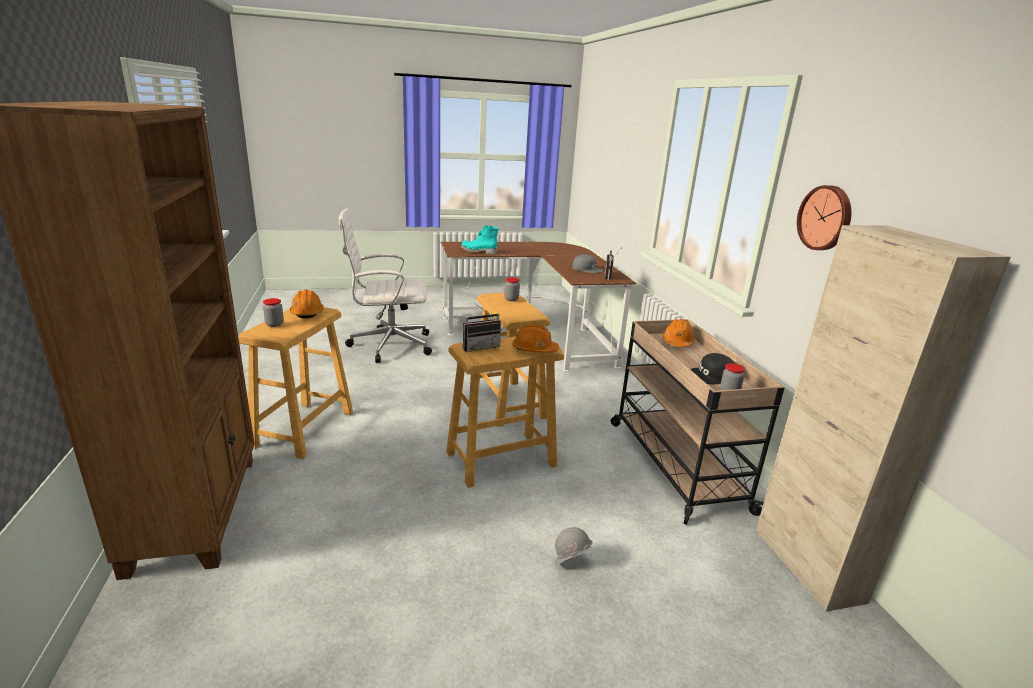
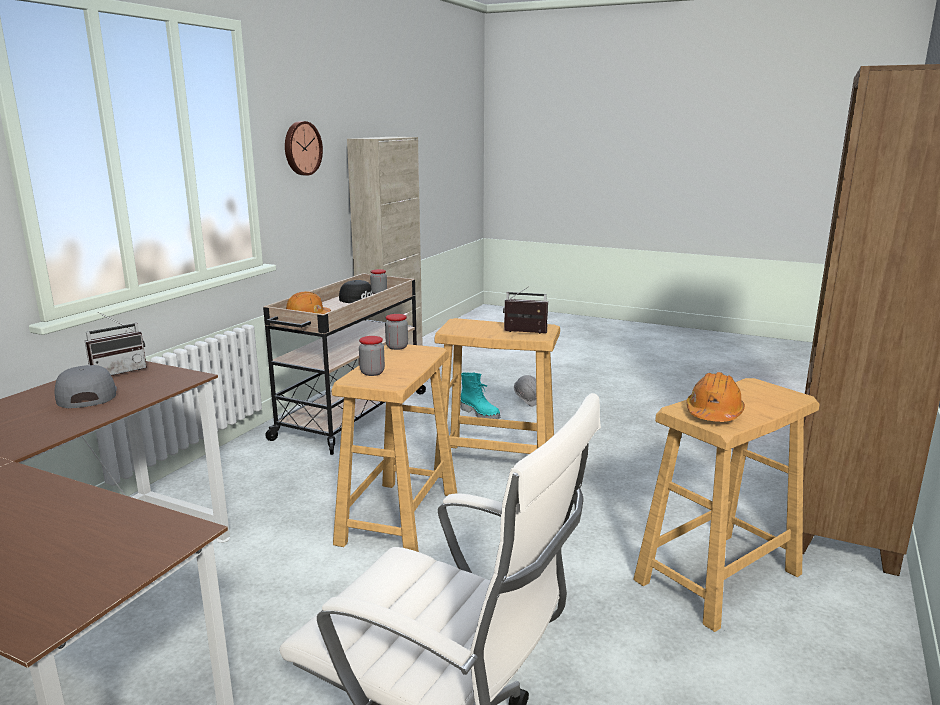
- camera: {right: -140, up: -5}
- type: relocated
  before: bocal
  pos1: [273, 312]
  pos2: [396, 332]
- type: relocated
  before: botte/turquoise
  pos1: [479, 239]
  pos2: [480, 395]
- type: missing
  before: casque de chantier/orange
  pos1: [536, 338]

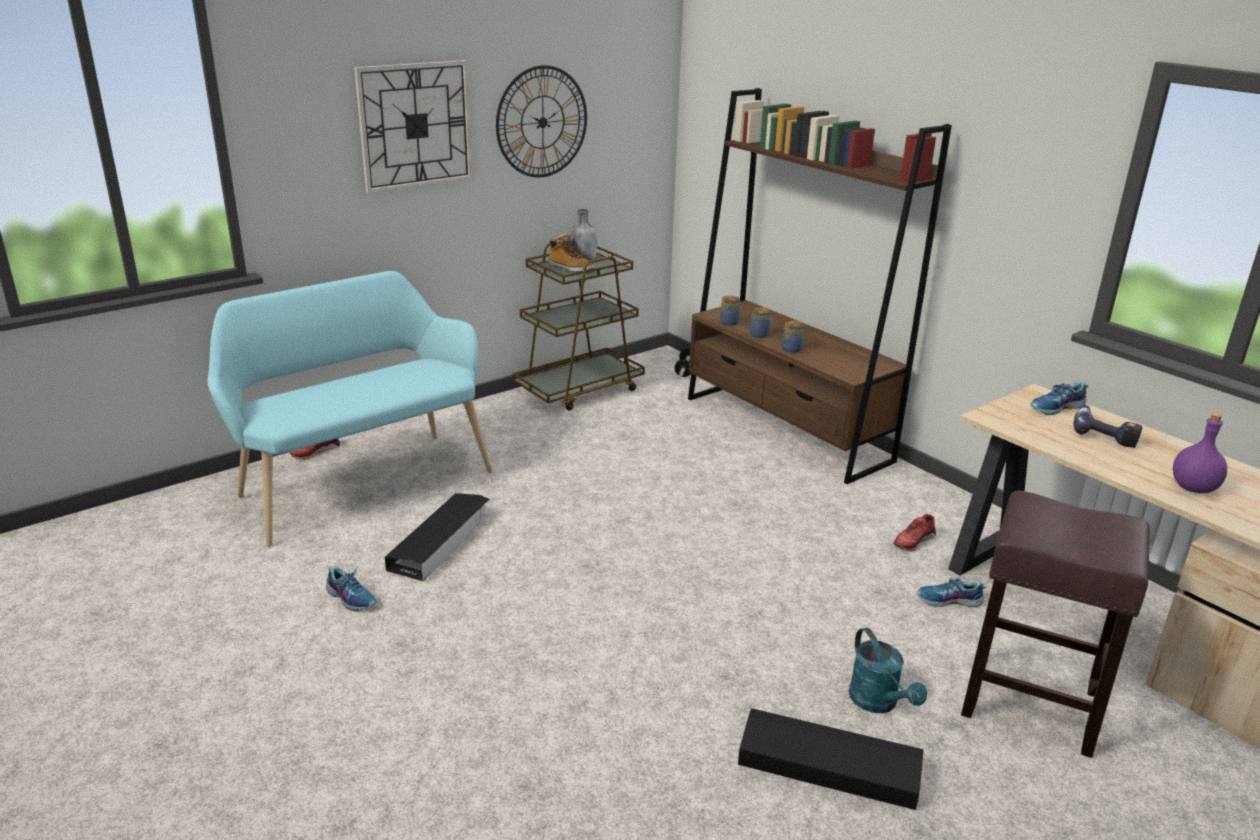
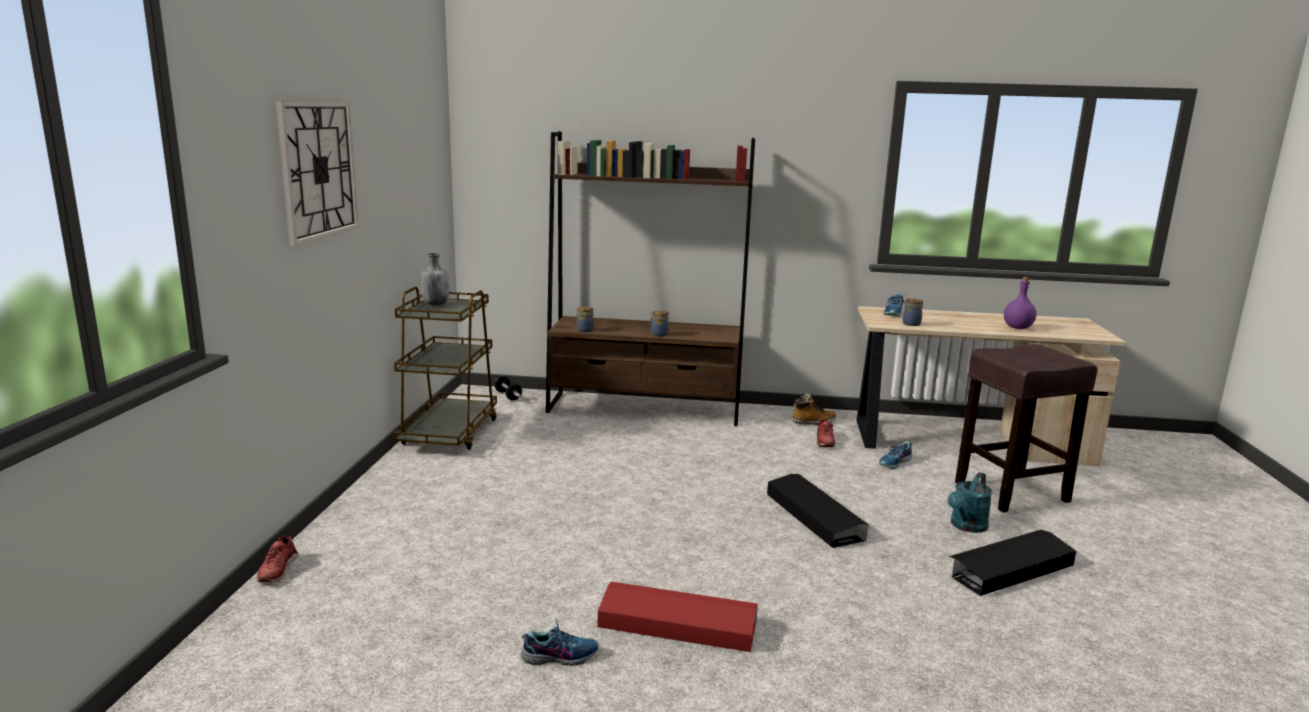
- camera: {right: -45, up: -10}
- type: missing
  before: banc/turquoise
  pos1: [349, 409]
- type: relocated
  before: boîte de rangement/noir
  pos1: [437, 537]
  pos2: [817, 511]
- type: missing
  before: horloge murale
  pos1: [541, 121]
- type: relocated
  before: botte
  pos1: [572, 253]
  pos2: [814, 409]
- type: relocated
  before: bocal
  pos1: [761, 322]
  pos2: [912, 312]
- type: spun
  before: arrosoir/turquoise
  pos1: [888, 670]
  pos2: [970, 502]
  turn: 105
- type: missing
  before: perceuse
  pos1: [1107, 426]
- type: appeared
  after: boîte de rangement/rouge
  pos2: [677, 616]

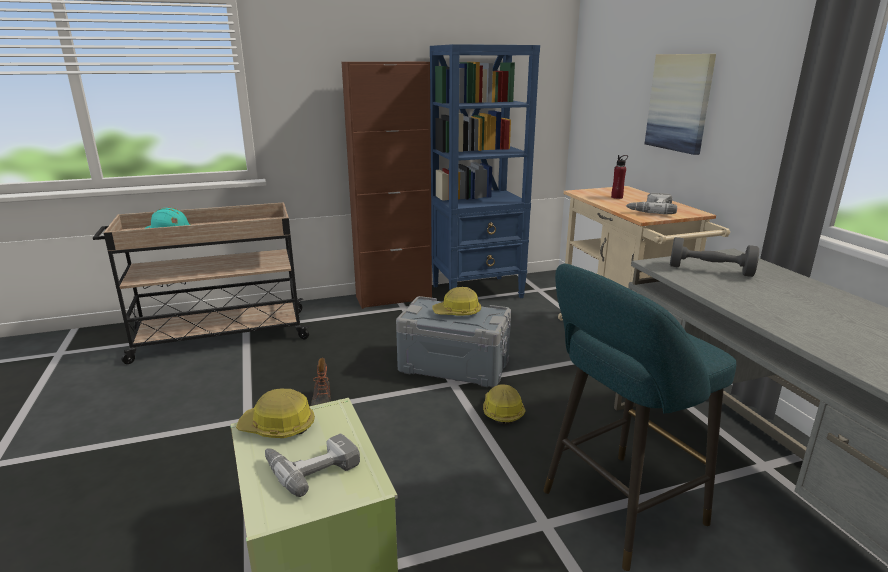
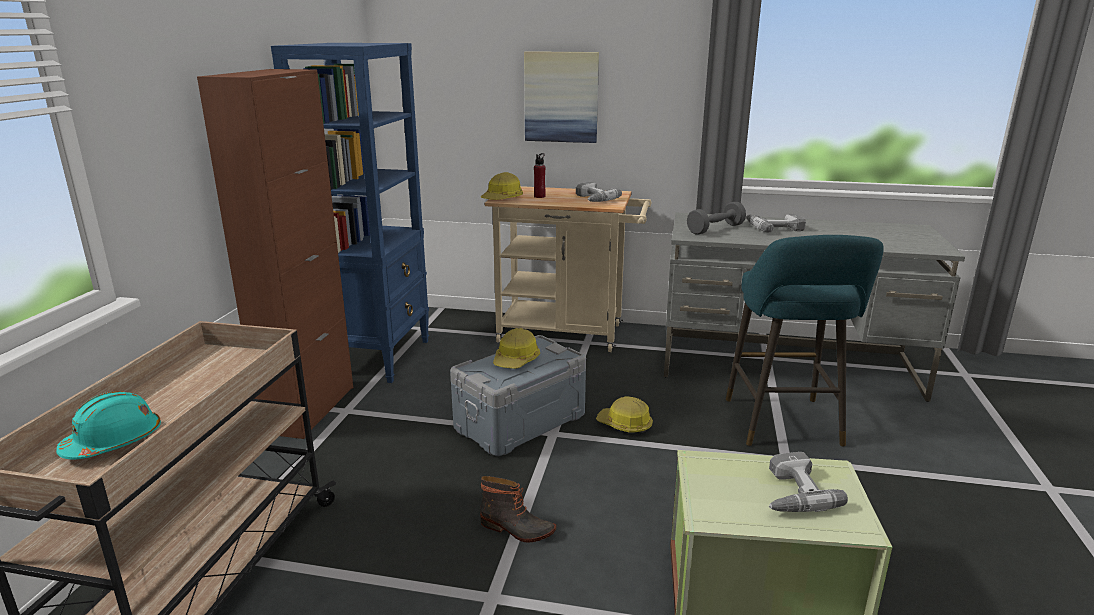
- camera: {right: -60, up: 0}
- type: relocated
  before: casque de chantier
  pos1: [275, 413]
  pos2: [502, 186]
- type: appeared
  after: perceuse
  pos2: [776, 223]

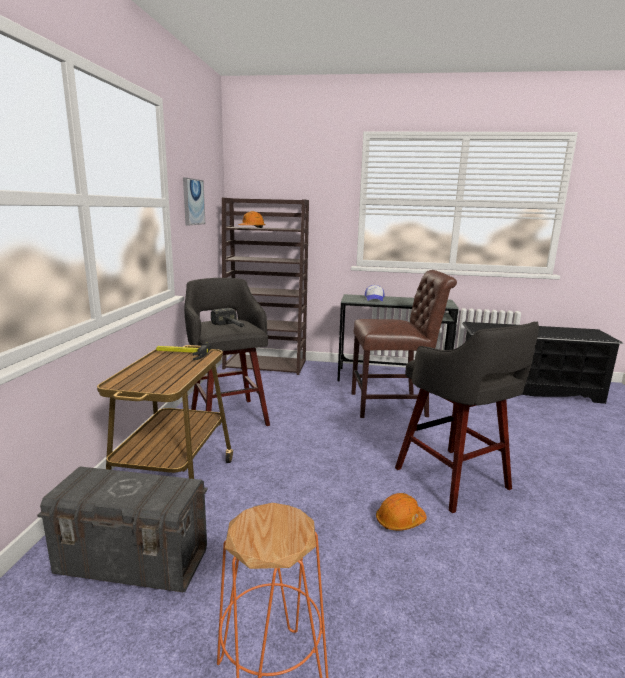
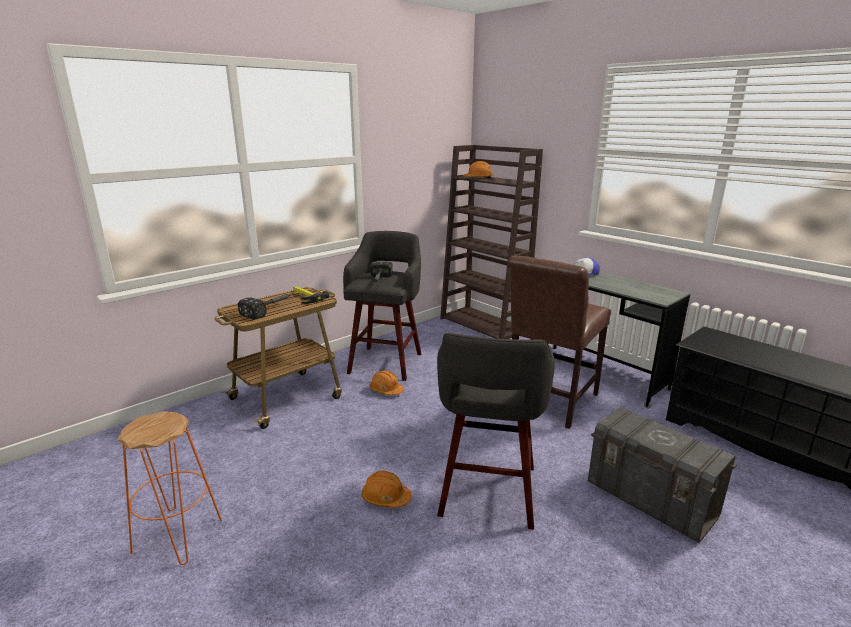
- camera: {right: 40, up: 5}
- type: relocated
  before: boîte de rangement/gris
  pos1: [122, 529]
  pos2: [662, 475]
- type: missing
  before: tableau
  pos1: [194, 201]
- type: spun
  before: chaise/marron
  pos1: [404, 344]
  pos2: [559, 342]
  turn: 90
- type: appeared
  after: marteau
  pos2: [264, 306]
- type: appeared
  after: casque de chantier/orange
  pos2: [386, 382]

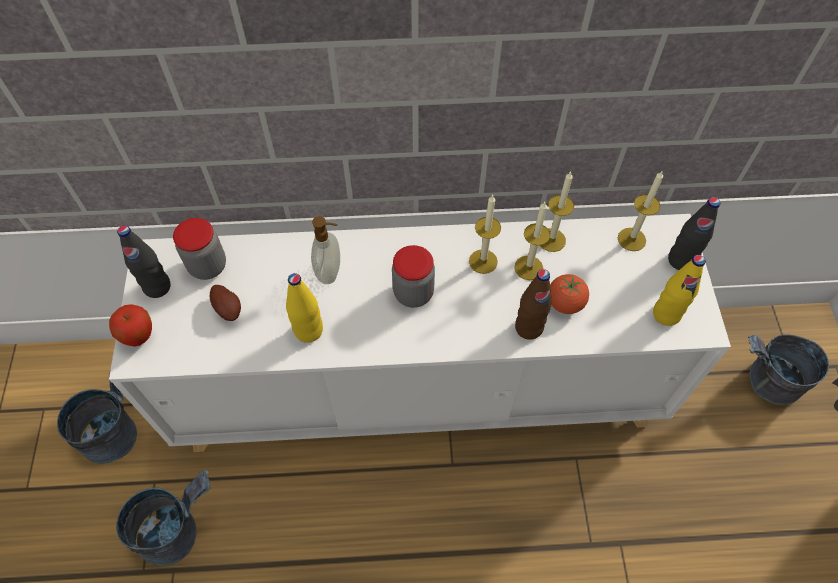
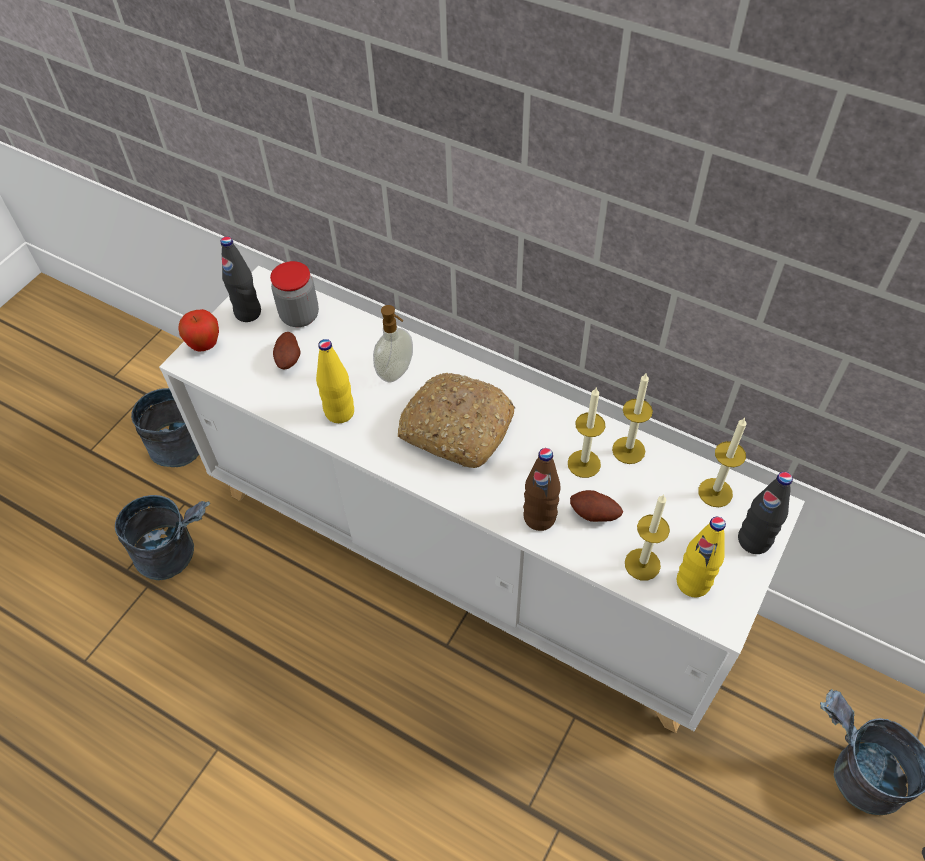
- camera: {right: 35, up: -5}
- type: exchanged
  before: bocal
  after: pain
  pos1: [413, 276]
  pos2: [456, 420]
- type: relocated
  before: bougie
  pos1: [485, 234]
  pos2: [647, 537]
- type: exchanged
  before: tomate
  after: pomme de terre
  pos1: [569, 294]
  pos2: [596, 506]

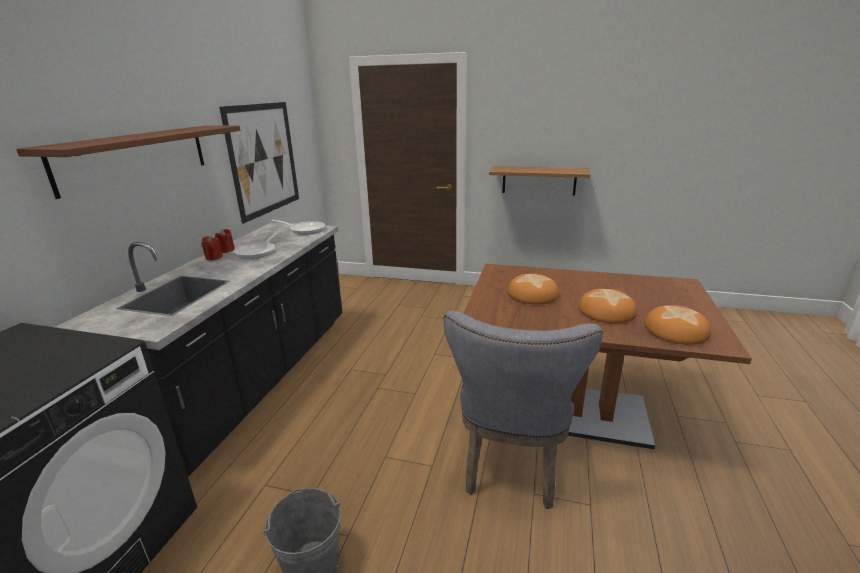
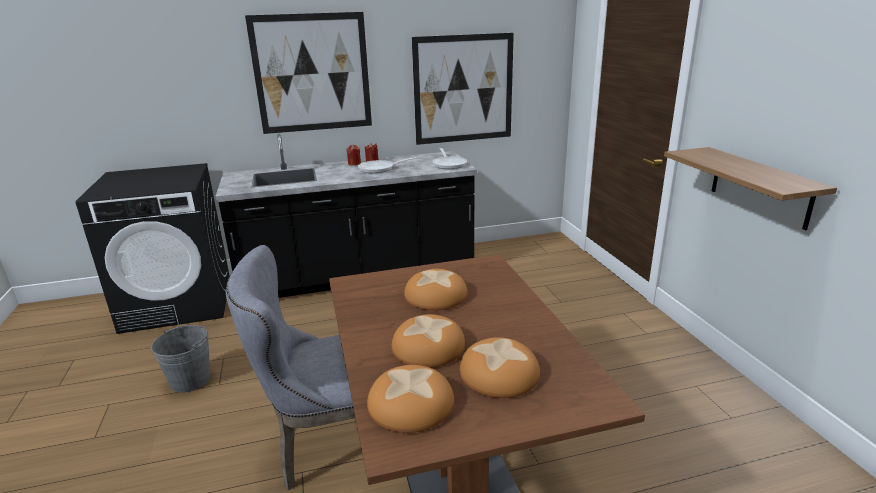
- camera: {right: 60, up: 0}
- type: exchanged
  before: étagère/marron
  after: tableau
  pos1: [128, 162]
  pos2: [308, 73]
- type: appeared
  after: pain
  pos2: [500, 367]

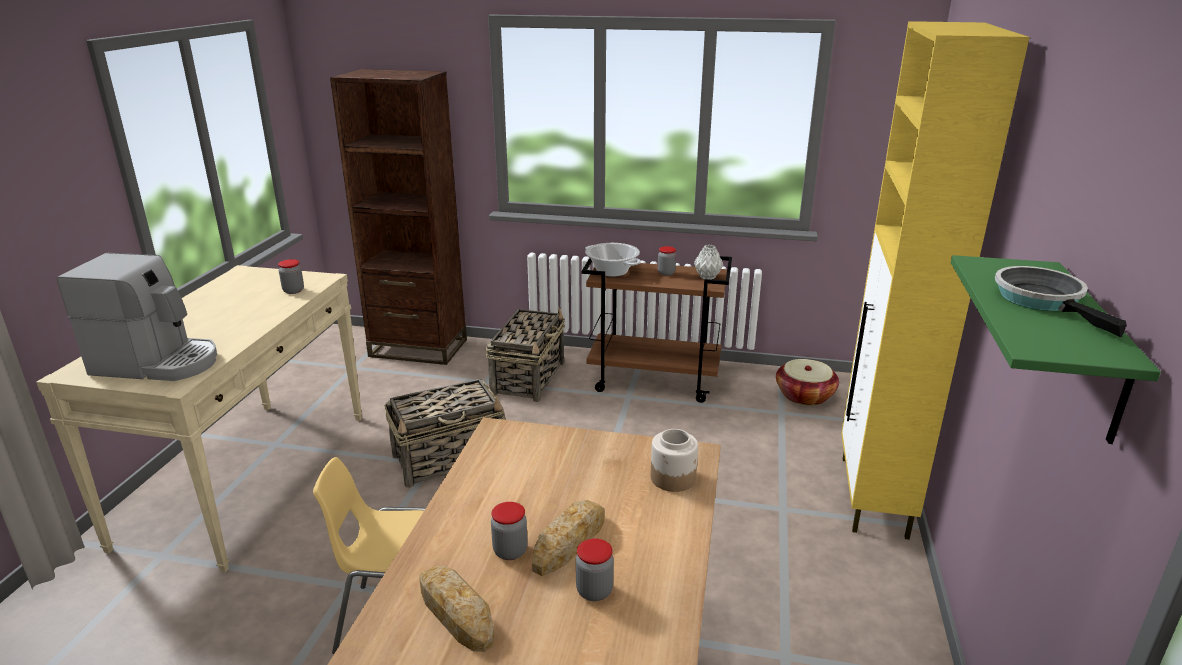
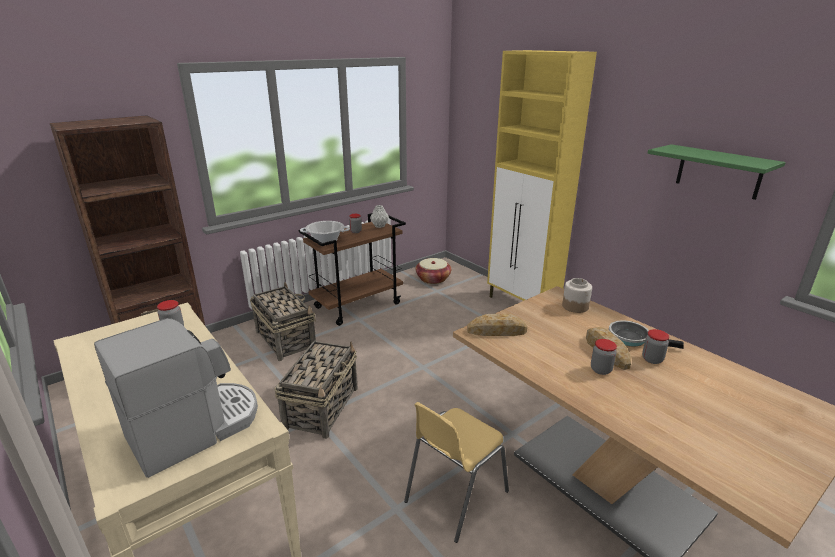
- camera: {right: -50, up: 0}
- type: relocated
  before: pain
  pos1: [456, 609]
  pos2: [497, 325]
- type: relocated
  before: poêle
  pos1: [1061, 301]
  pos2: [646, 334]

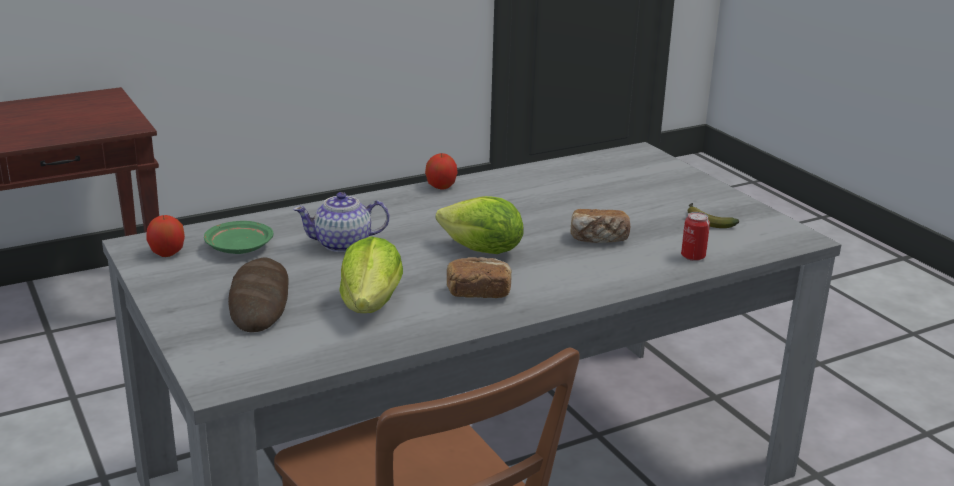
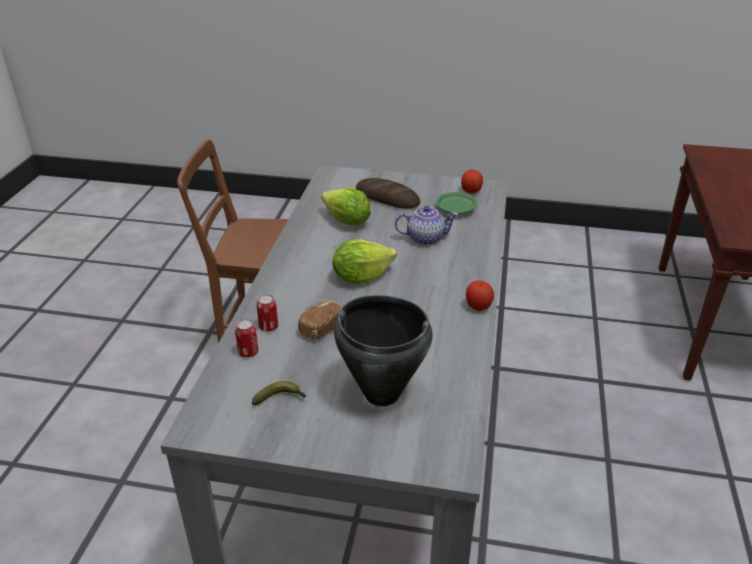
- camera: {right: 130, up: 10}
- type: spun
  before: théière
  pos1: [341, 222]
  pos2: [426, 225]
  turn: 60
- type: missing
  before: pain
  pos1: [479, 277]
- type: appeared
  after: boîte métallique
  pos2: [267, 312]
- type: appeared
  after: marmite/noir
  pos2: [383, 350]

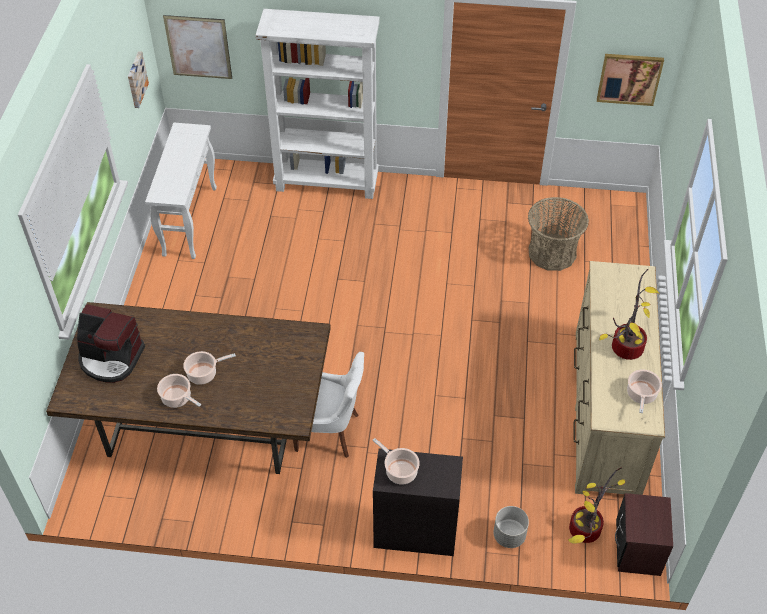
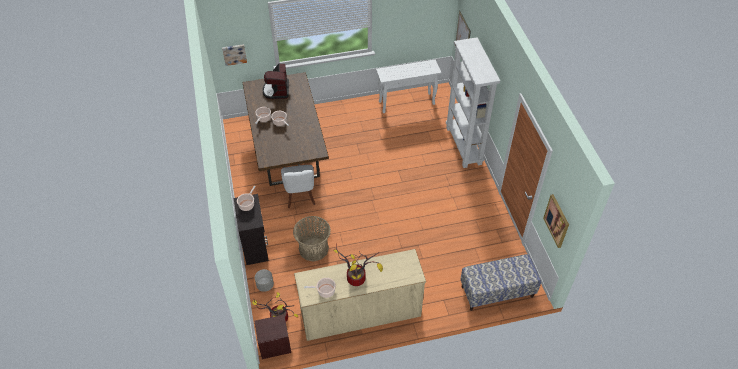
- camera: {right: 70, up: 0}
- type: relocated
  before: tableau
  pos1: [138, 79]
  pos2: [234, 55]
- type: relocated
  before: panier
  pos1: [558, 234]
  pos2: [312, 238]
- type: appeared
  after: banc
  pos2: [500, 282]

